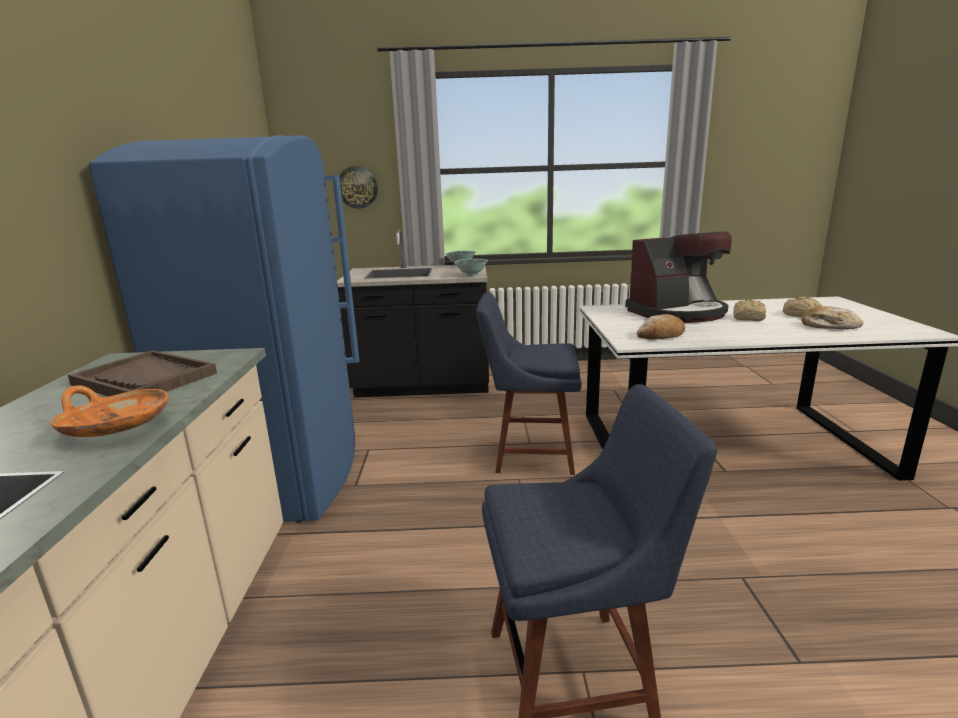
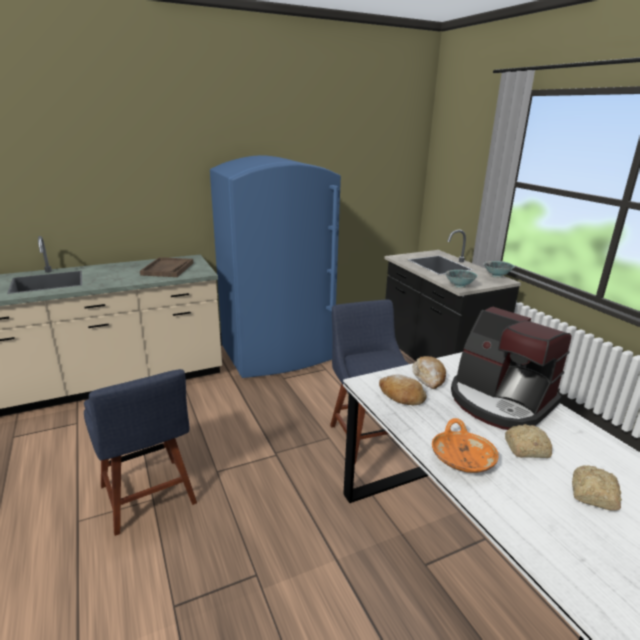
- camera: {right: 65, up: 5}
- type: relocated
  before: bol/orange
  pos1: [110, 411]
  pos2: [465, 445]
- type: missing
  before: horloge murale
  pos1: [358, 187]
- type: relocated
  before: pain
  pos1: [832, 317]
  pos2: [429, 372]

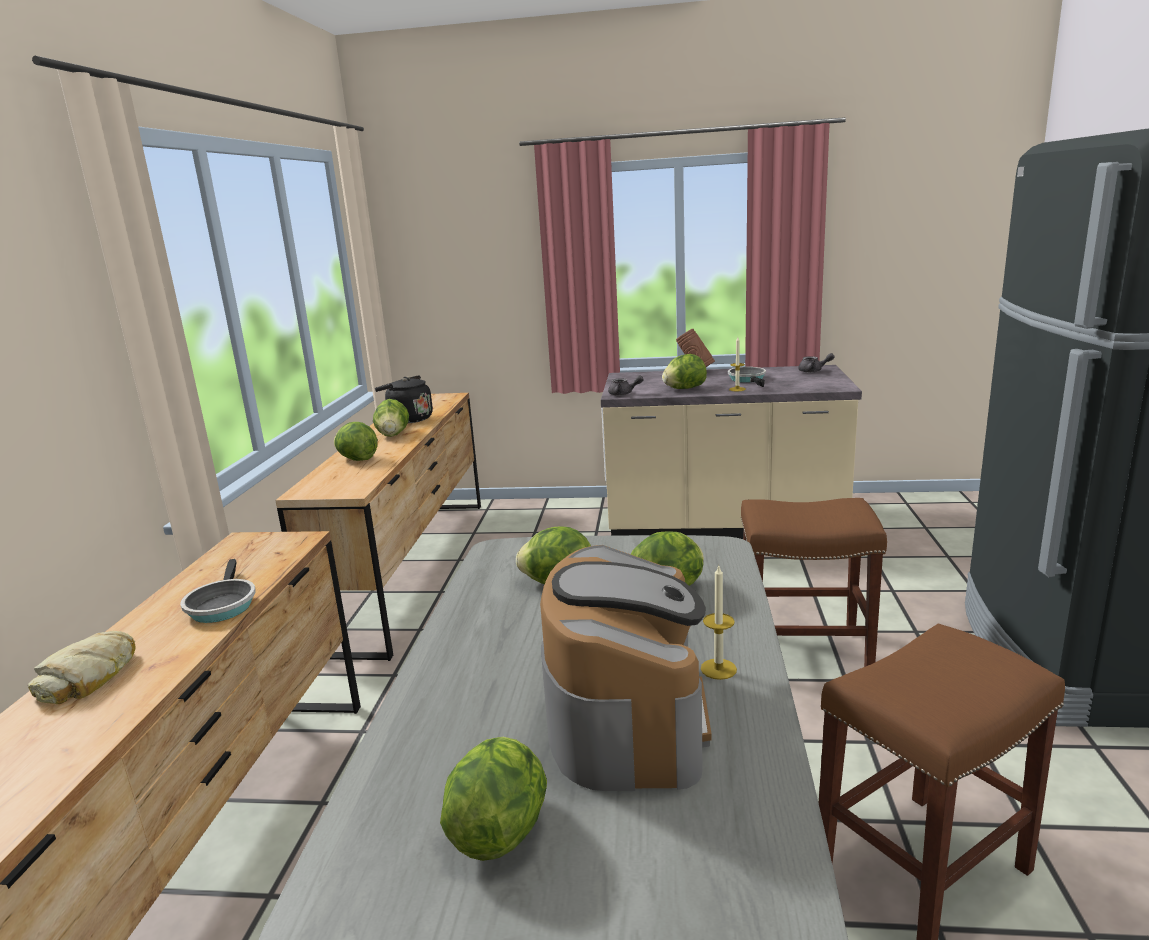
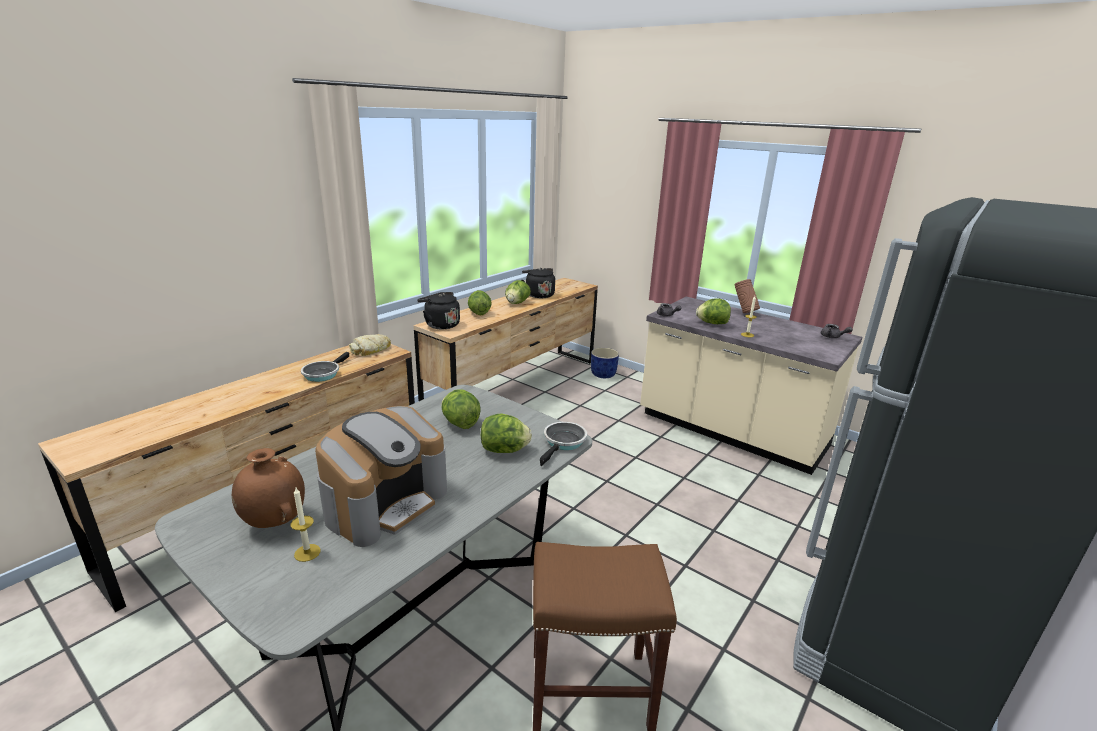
- camera: {right: 30, up: 5}
- type: relocated
  before: pain
  pos1: [82, 667]
  pos2: [370, 345]
- type: exchanged
  before: laitue
  after: vase/marron
  pos1: [493, 799]
  pos2: [268, 488]
- type: relocated
  before: bougie
  pos1: [719, 623]
  pos2: [305, 525]
- type: relocated
  before: poêle
  pos1: [747, 377]
  pos2: [563, 444]
- type: missing
  before: tabouret/marron
  pos1: [814, 582]
- type: appeared
  after: bouilloire/noir
  pos2: [438, 310]
- type: appeared
  after: cache-pot/bleu
  pos2: [605, 363]

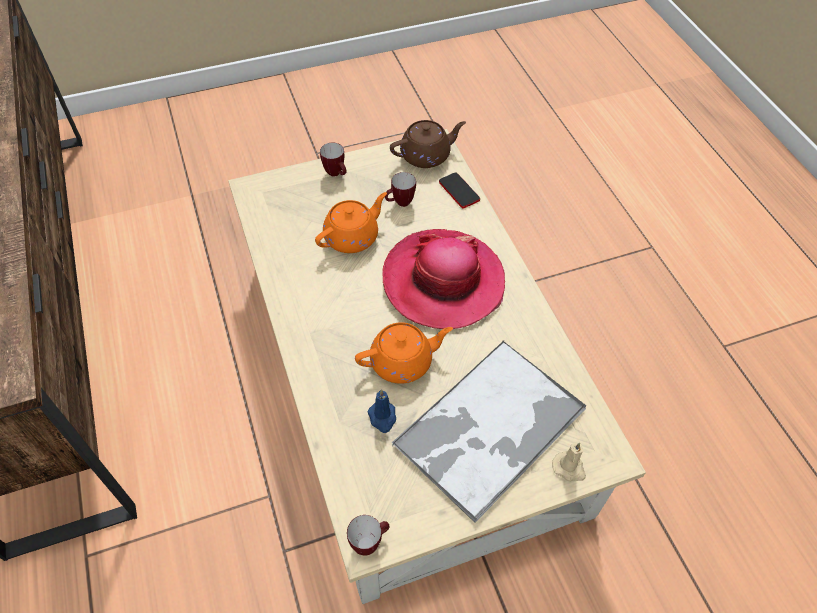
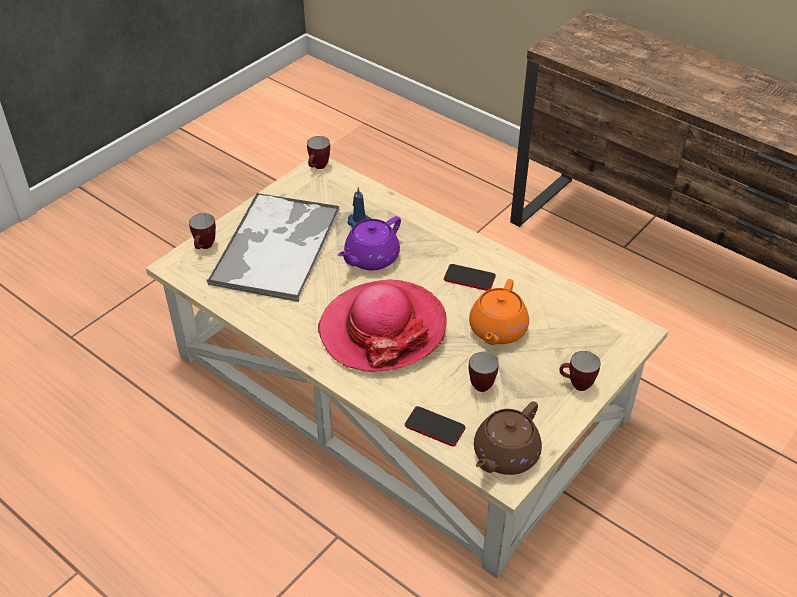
- camera: {right: 150, up: -10}
- type: colour
  before: théière/orange
  after: théière/violet
  pos1: [404, 353]
  pos2: [369, 243]
- type: exchanged
  before: bougie/beige
  after: mug
  pos1: [569, 462]
  pos2: [202, 231]
- type: appeared
  after: téléphone
  pos2: [470, 277]

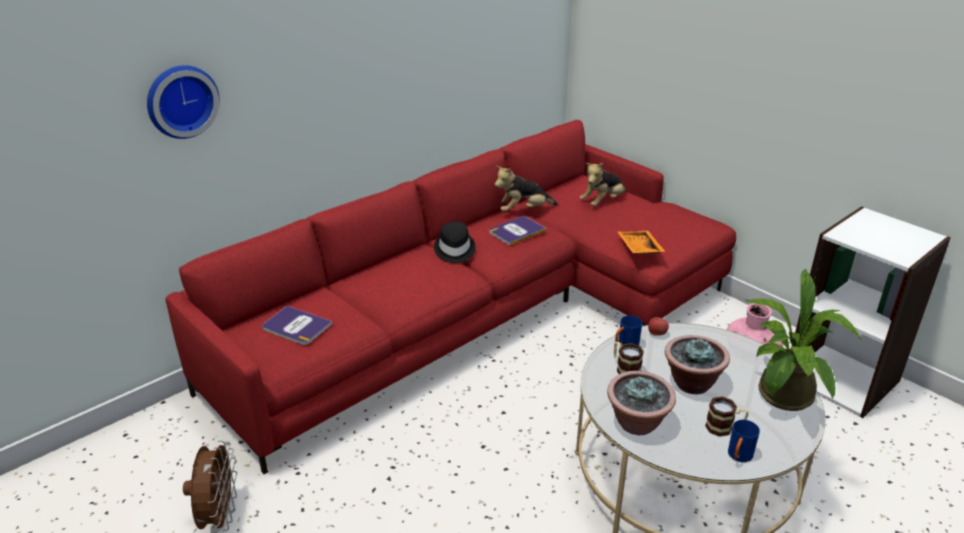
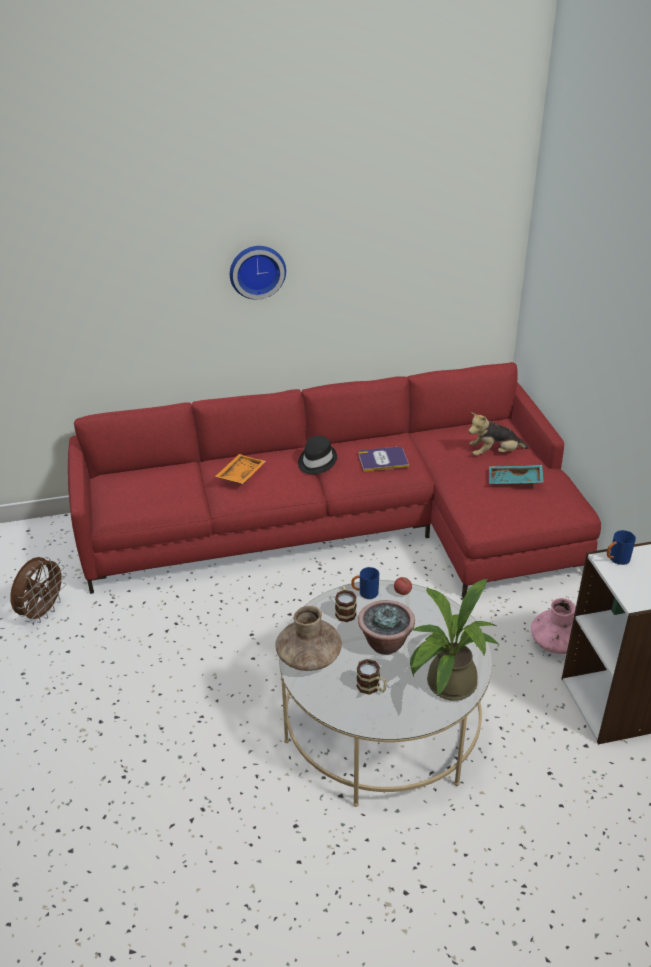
- camera: {right: 30, up: 5}
- type: relocated
  before: horloge murale
  pos1: [183, 102]
  pos2: [258, 273]
- type: missing
  before: livre
  pos1: [297, 325]
- type: missing
  before: peluche
  pos1: [526, 188]
- type: exchanged
  before: plante en pot
  after: vase/marron
  pos1: [641, 403]
  pos2: [308, 638]
- type: relocated
  before: plateau/orange
  pos1: [642, 242]
  pos2: [240, 469]
- type: relocated
  before: mug/bleu
  pos1: [744, 441]
  pos2: [621, 547]
- type: appeared
  after: plateau/turquoise
  pos2: [516, 475]

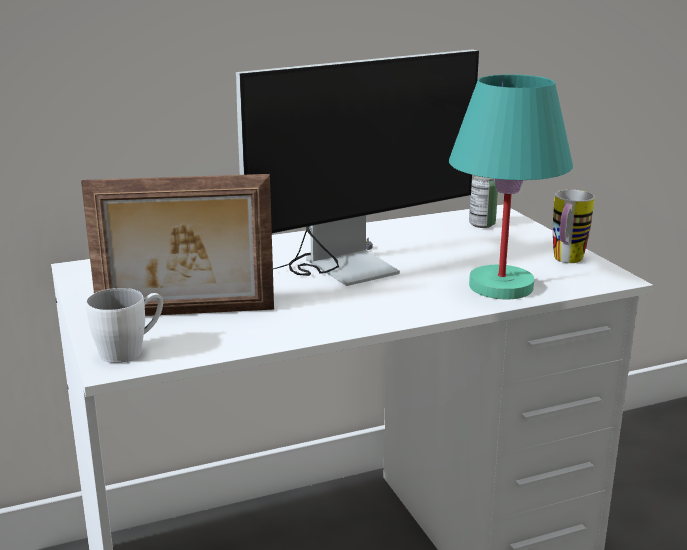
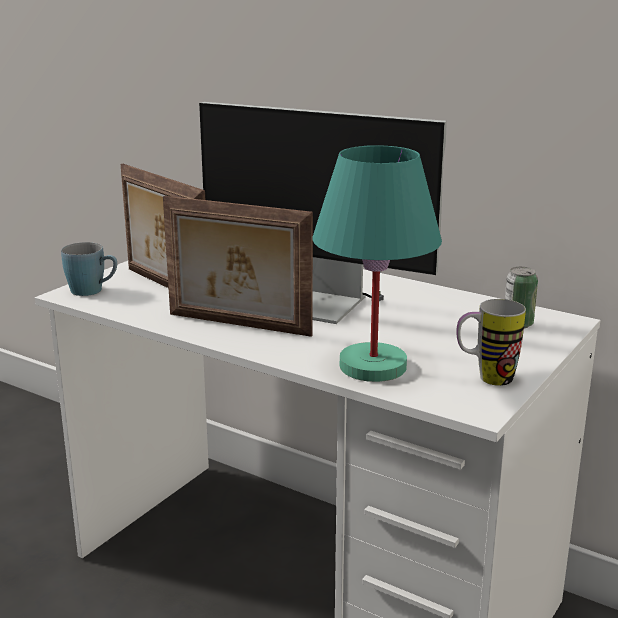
- camera: {right: 55, up: 0}
- type: colour
  before: mug/blanc
  after: mug/bleu
  pos1: [124, 325]
  pos2: [89, 269]
- type: appeared
  after: cadre photo
  pos2: [238, 266]

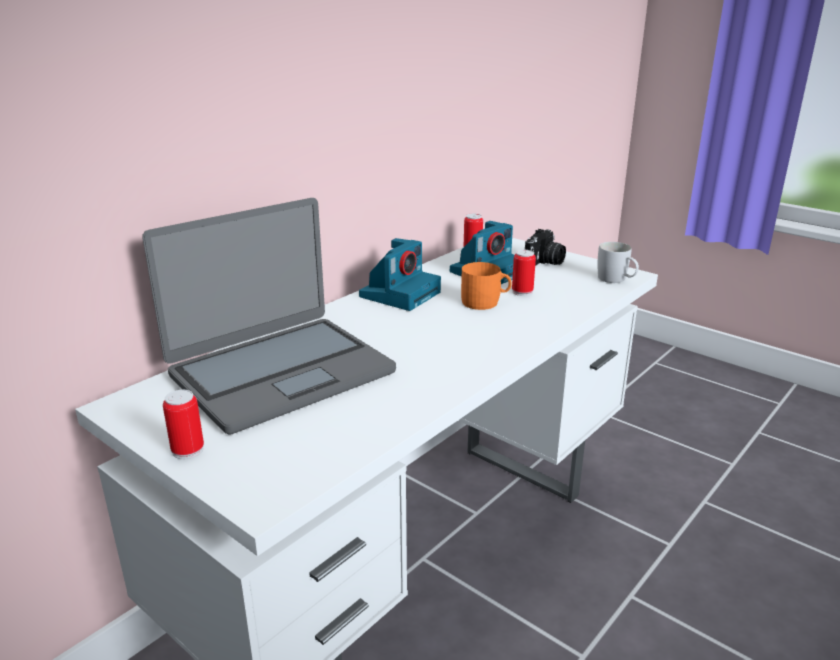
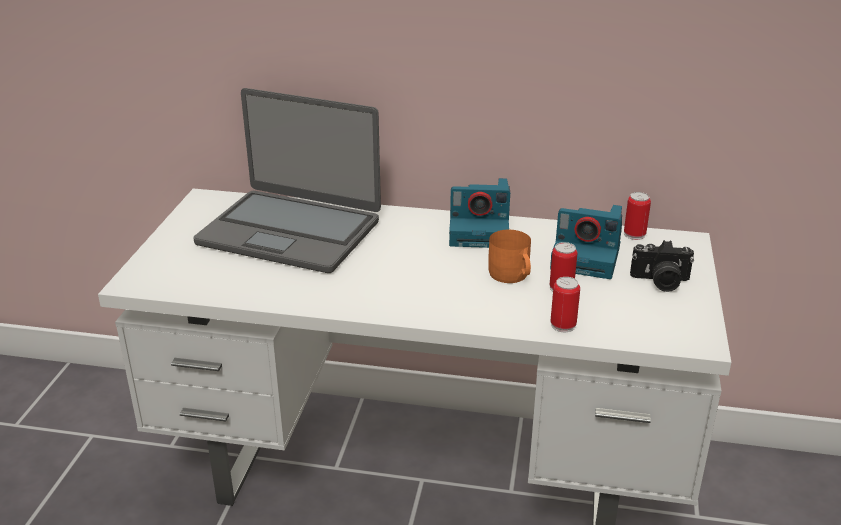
- camera: {right: 60, up: 5}
- type: relocated
  before: boîte métallique
  pos1: [183, 424]
  pos2: [565, 304]
- type: missing
  before: mug/blanc
  pos1: [618, 262]

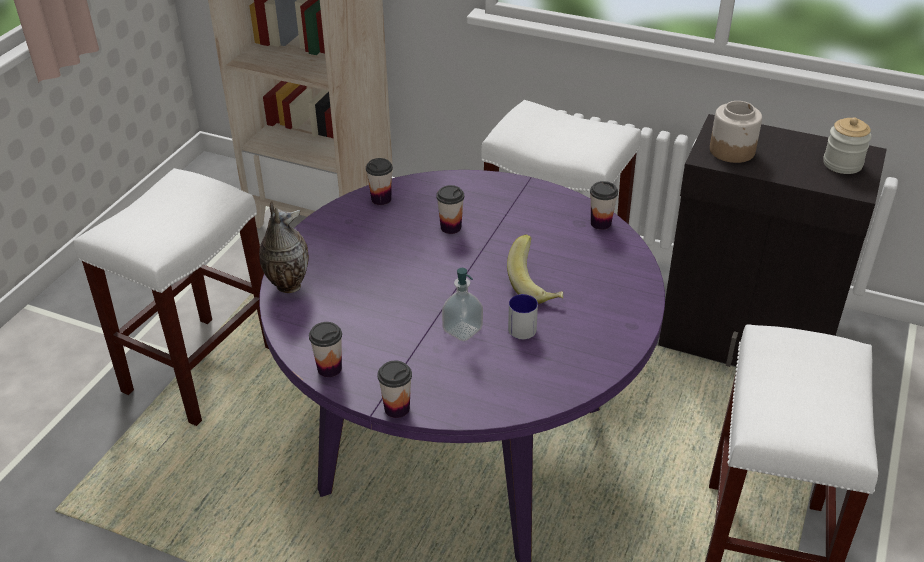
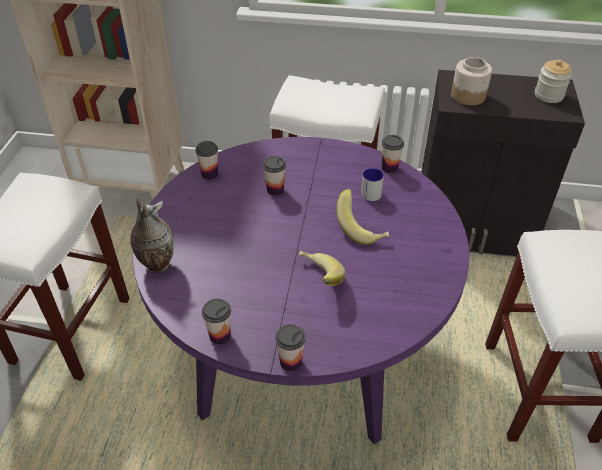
- camera: {right: -15, up: 5}
- type: exchanged
  before: distributeur de savon
  after: banane
  pos1: [462, 304]
  pos2: [322, 268]
- type: relocated
  before: mug
  pos1: [523, 316]
  pos2: [372, 184]

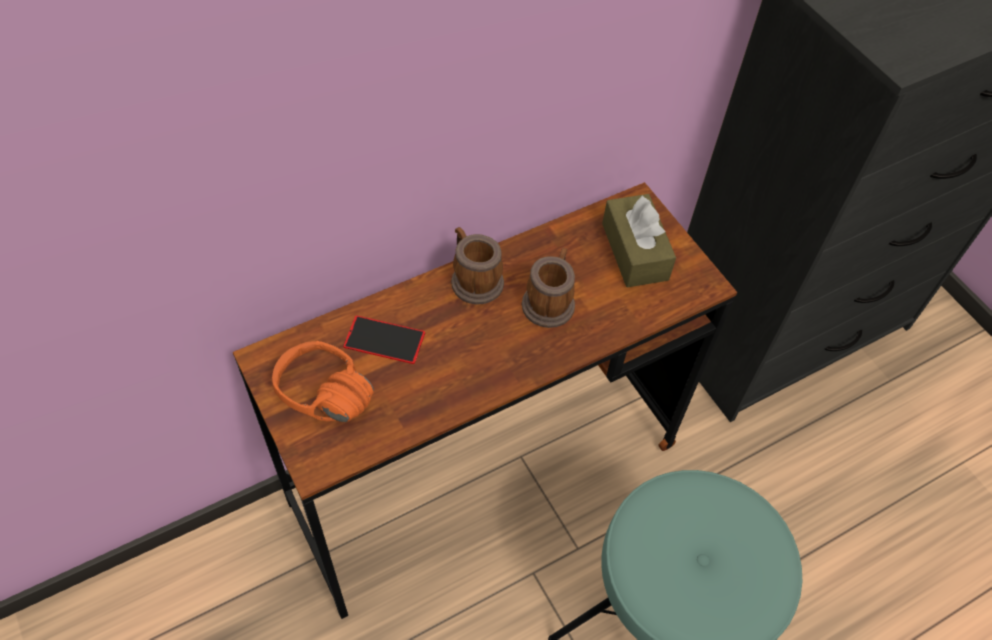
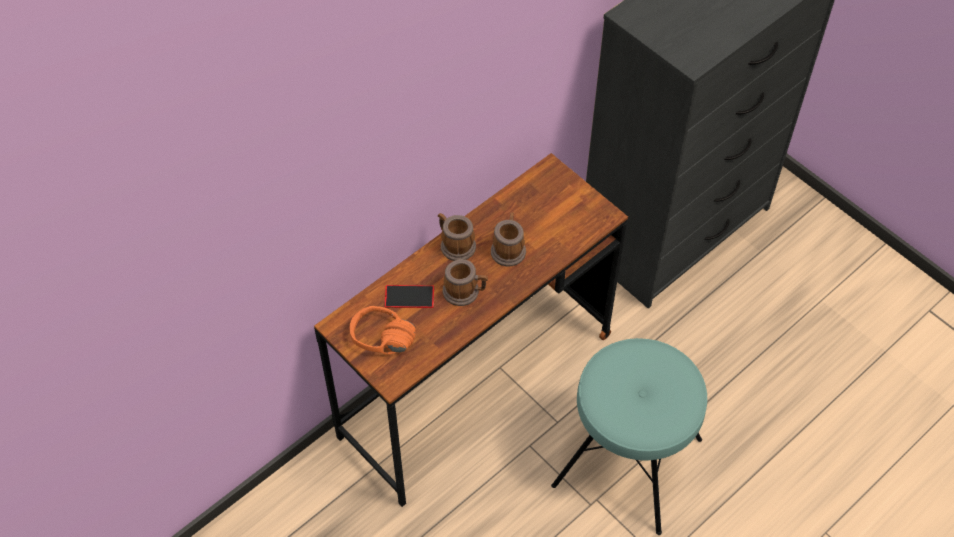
- camera: {right: -10, up: 0}
- type: missing
  before: boîte à mouchoirs/marron
  pos1: [639, 241]
- type: appeared
  after: mug
  pos2: [465, 282]

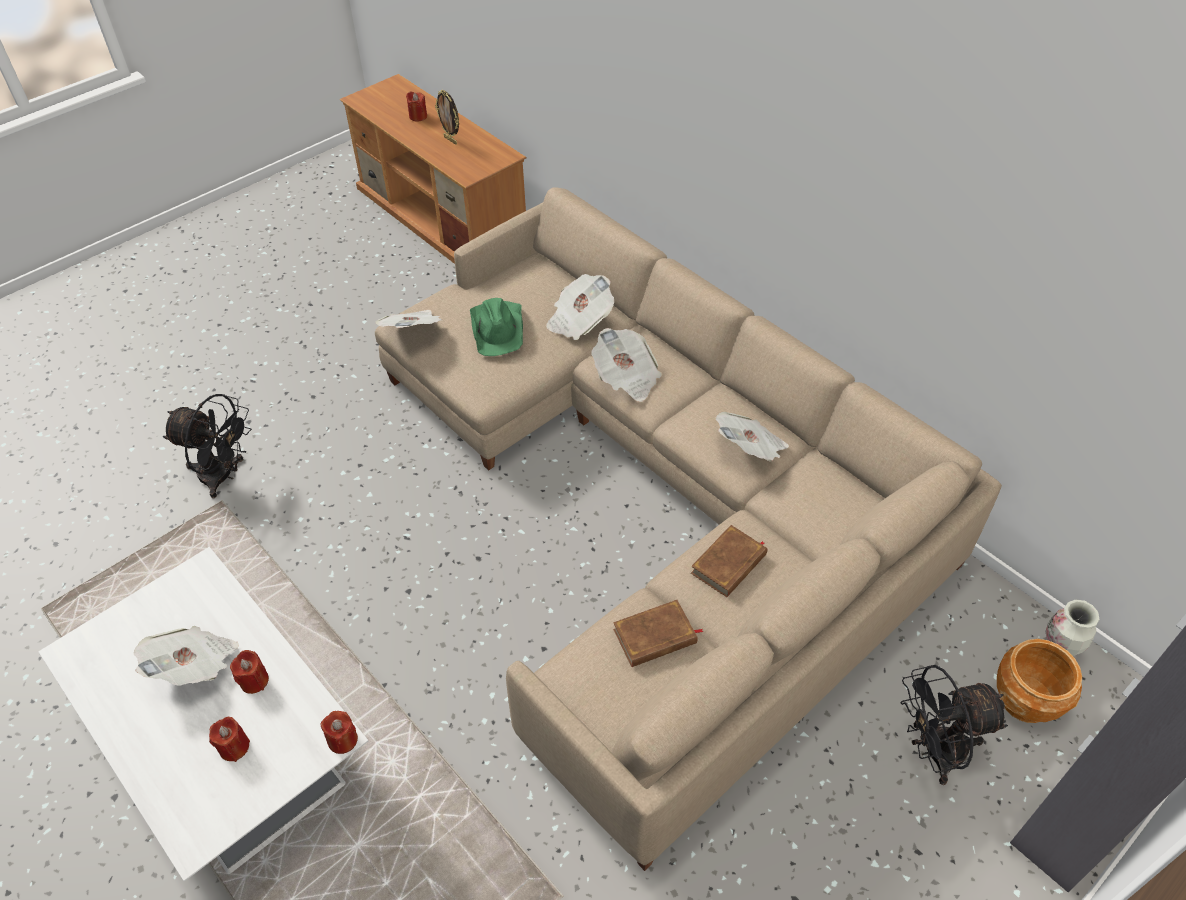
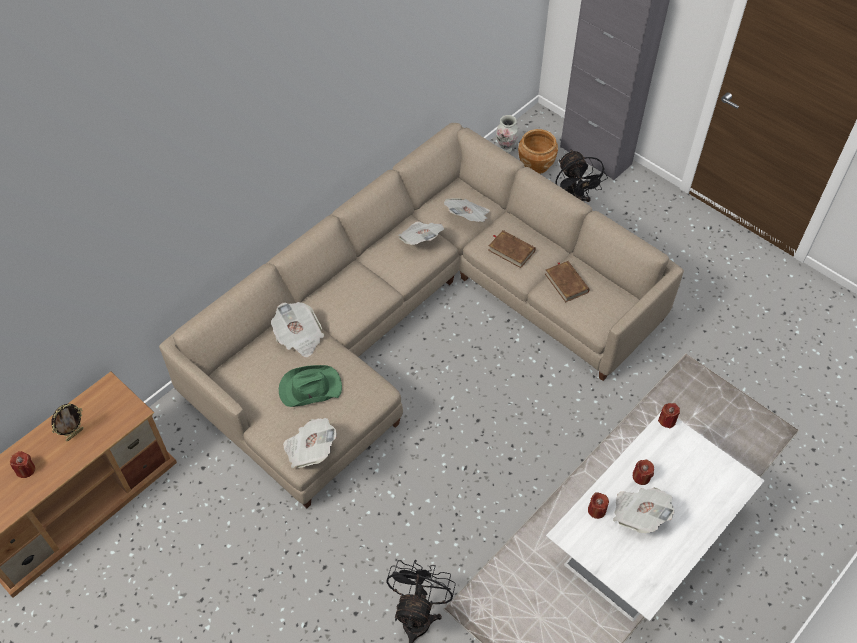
- camera: {right: -95, up: 5}
- type: relocated
  before: bougie/rouge
  pos1: [229, 739]
  pos2: [598, 506]
- type: relocated
  before: journal
  pos1: [626, 365]
  pos2: [467, 210]

